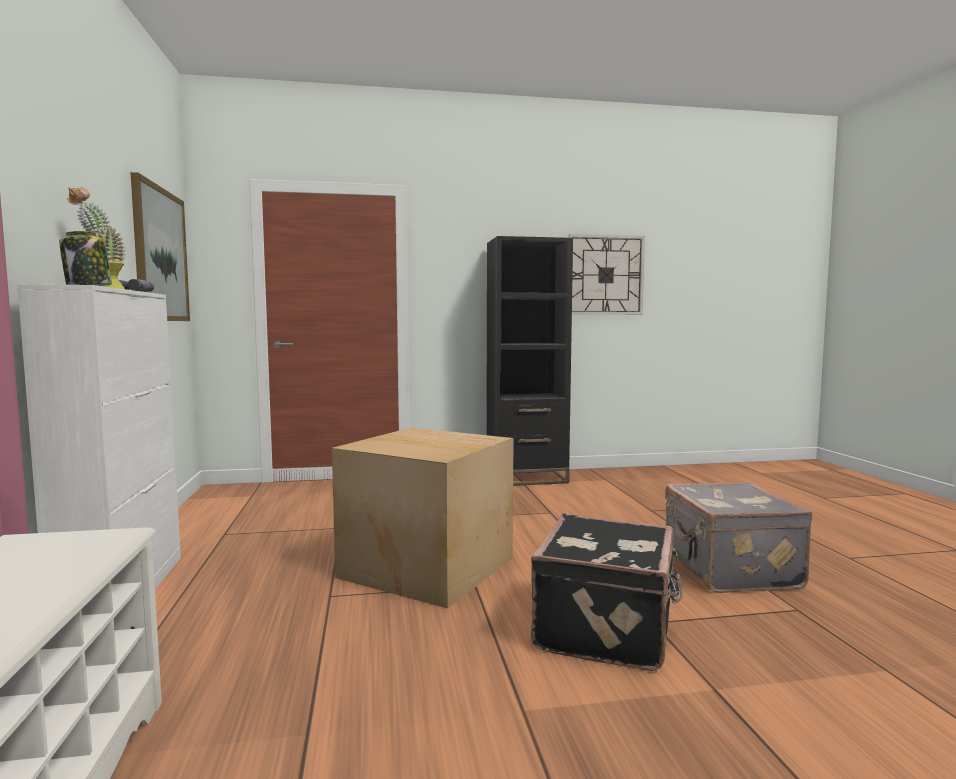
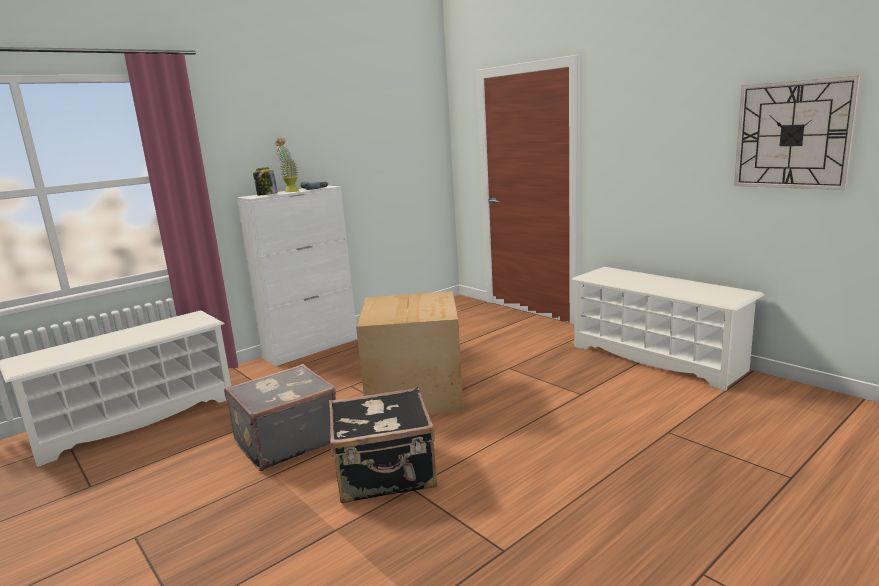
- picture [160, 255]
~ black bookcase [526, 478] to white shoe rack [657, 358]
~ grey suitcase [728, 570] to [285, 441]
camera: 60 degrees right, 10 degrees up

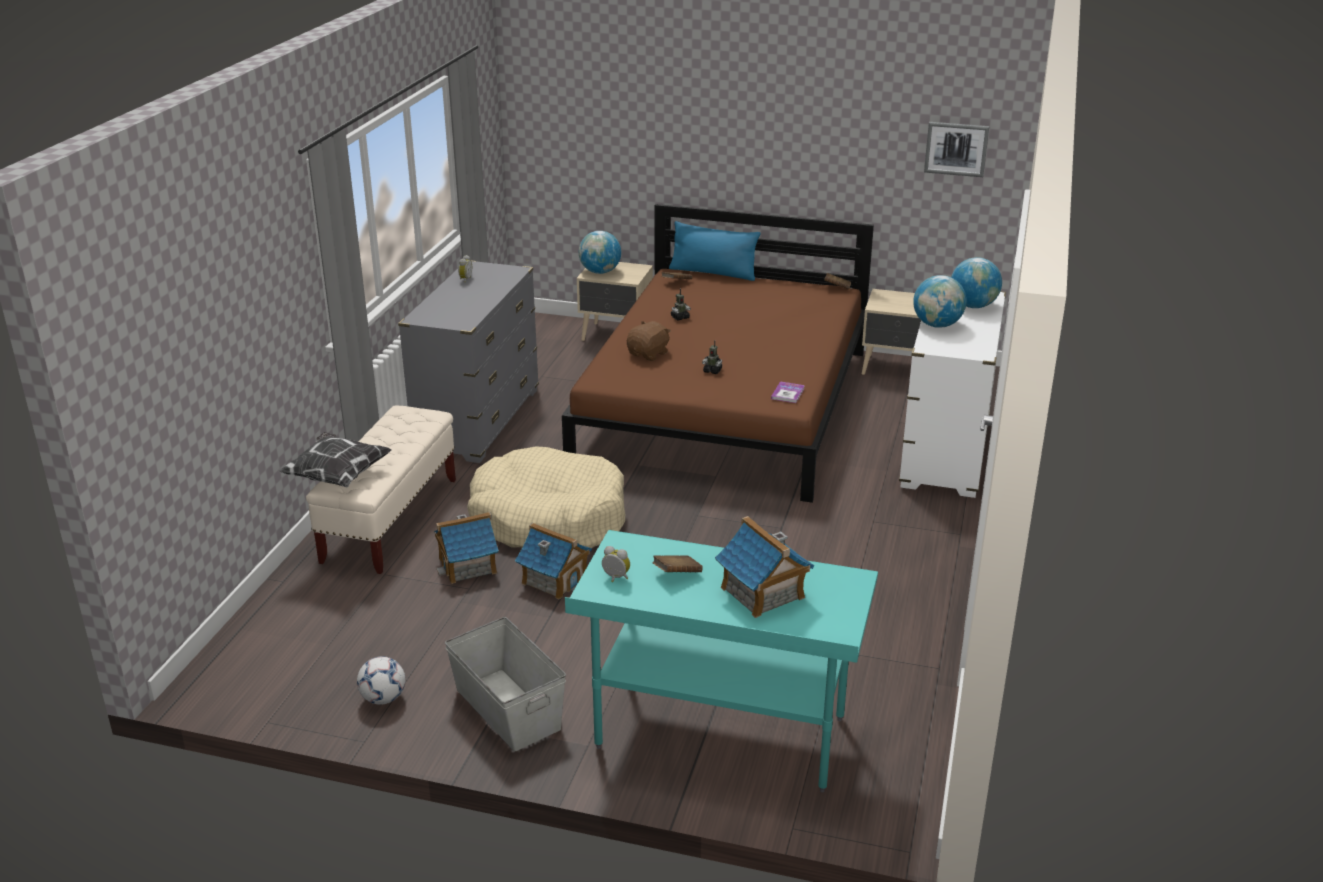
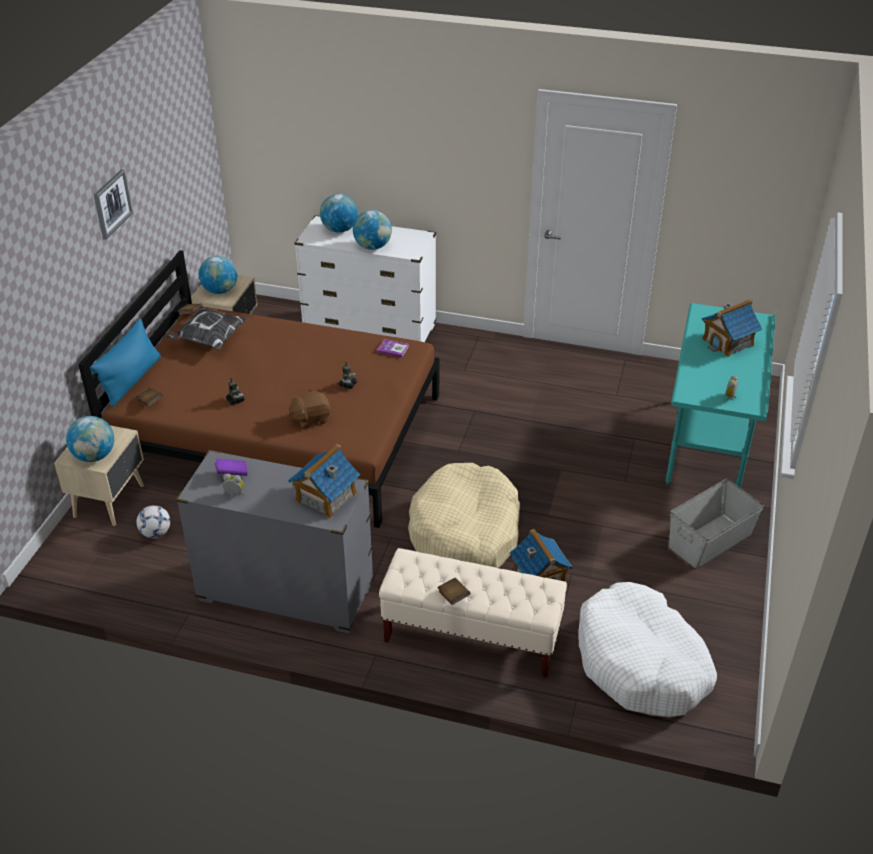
~ picture [956, 149] to [112, 204]
~ brown plush toy [649, 354] = [310, 419] 60 degrees counterclockwise
~ pillow [337, 476] to [209, 339]
~ toy house [555, 579] to [325, 497]
~ brown book [677, 574] to [453, 597]
~ football [383, 698] to [156, 533]
+ globe [220, 291]
+ purple book [232, 473]
+ white dog bed [641, 663]
camera: 90 degrees left, 10 degrees up

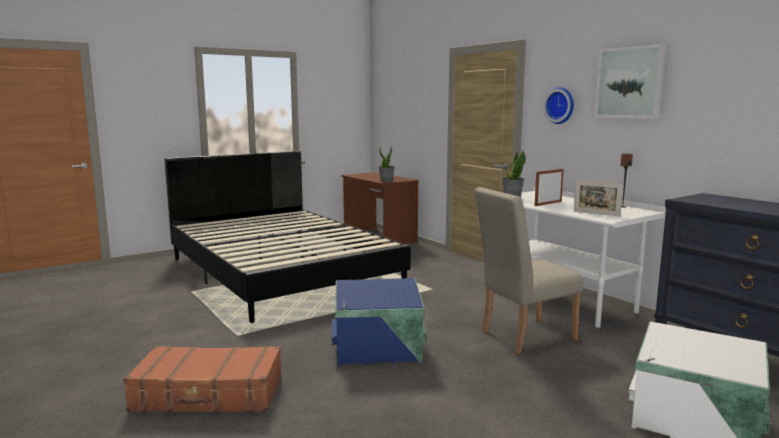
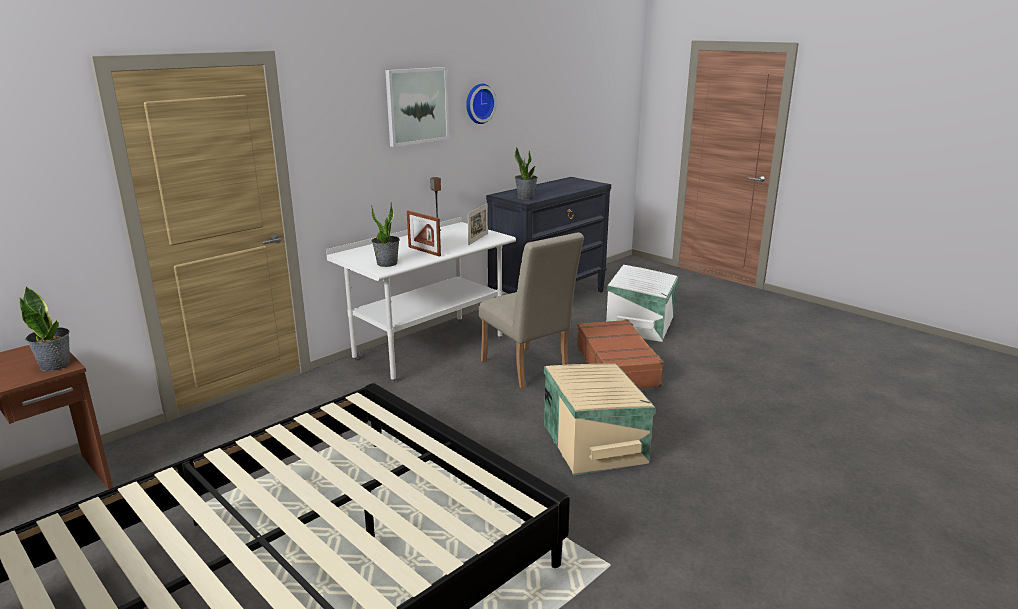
~ wall clock [560, 105] to [478, 103]
~ blue storage box [379, 349] to beige storage box [595, 442]
~ brown suitcase [208, 394] to [617, 365]
+ potted plant [526, 197]
camera: 100 degrees left, 10 degrees up

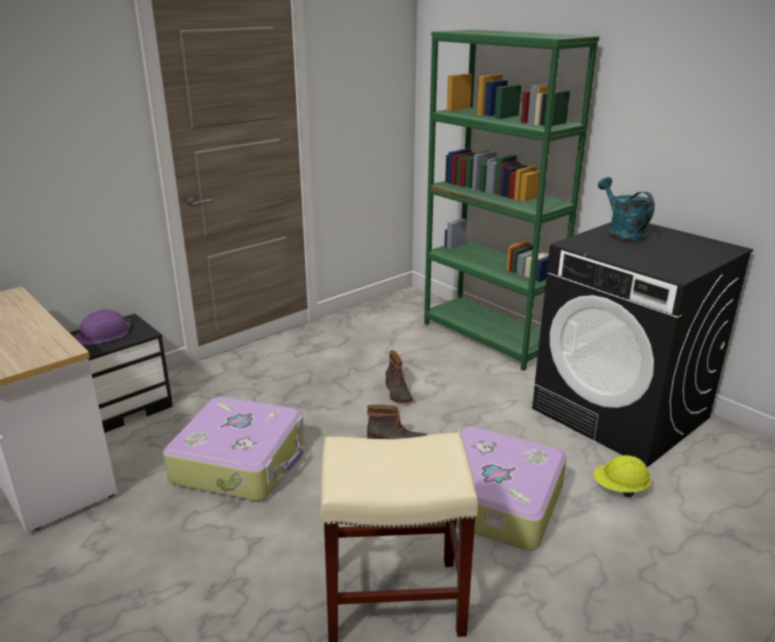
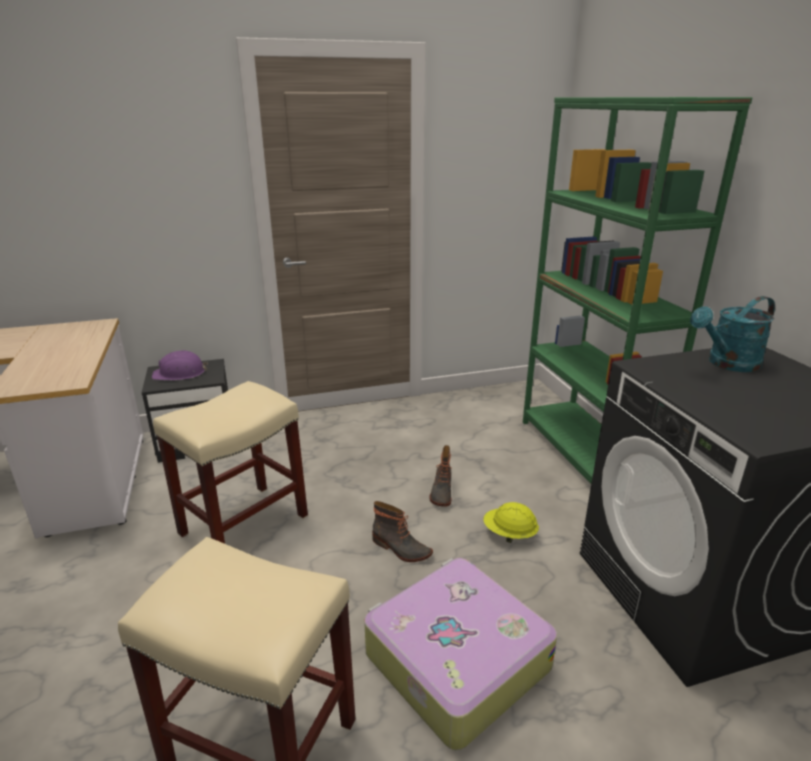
~ turquoise watering can [621, 234] = [727, 364] 120 degrees counterclockwise
~ suitcase [241, 461] to beige stool [244, 524]
~ yellow hard hat [620, 489] to [509, 534]
camera: 25 degrees right, 0 degrees up

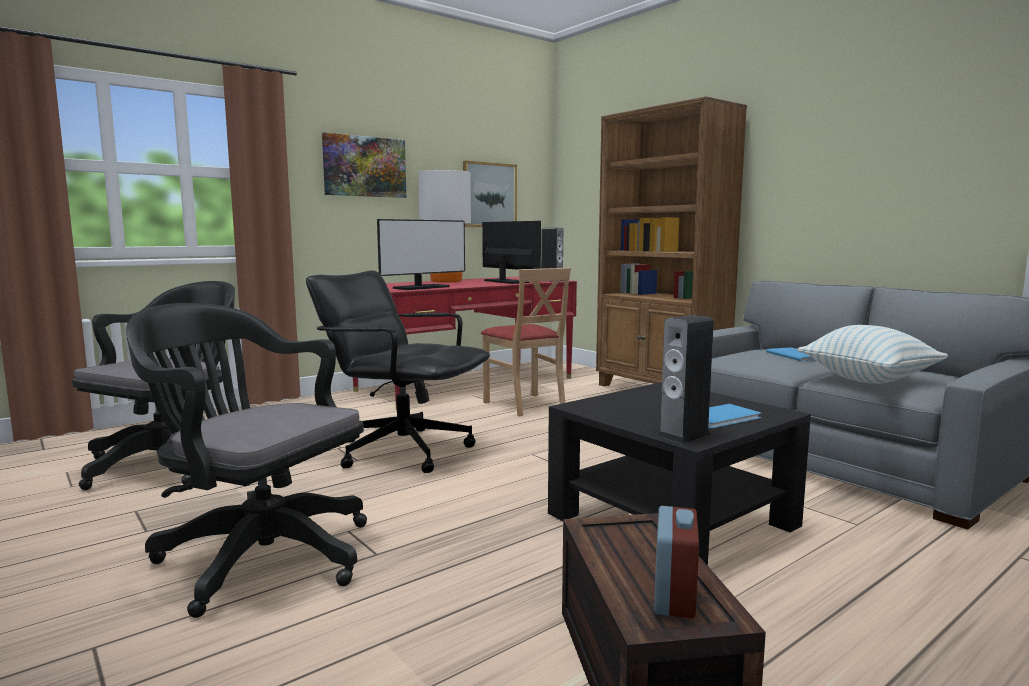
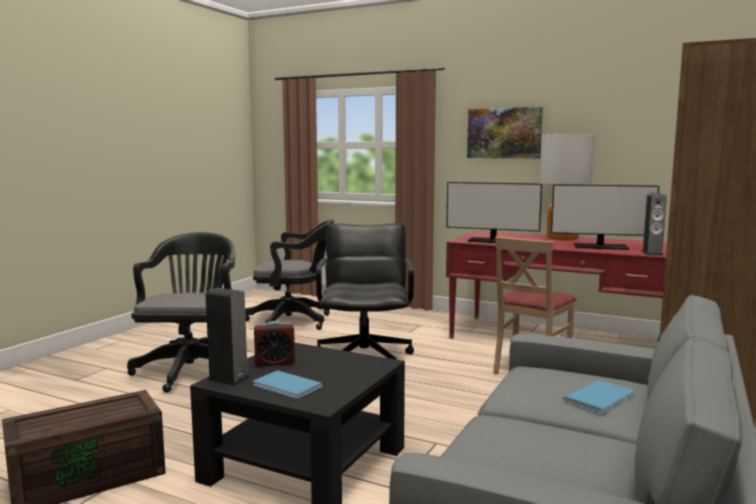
- picture [489, 195]
~ monitor [506, 282] = [600, 247] 75 degrees clockwise
- pillow [868, 380]
~ alarm clock [674, 596] to [274, 362]
camera: 65 degrees right, 0 degrees up

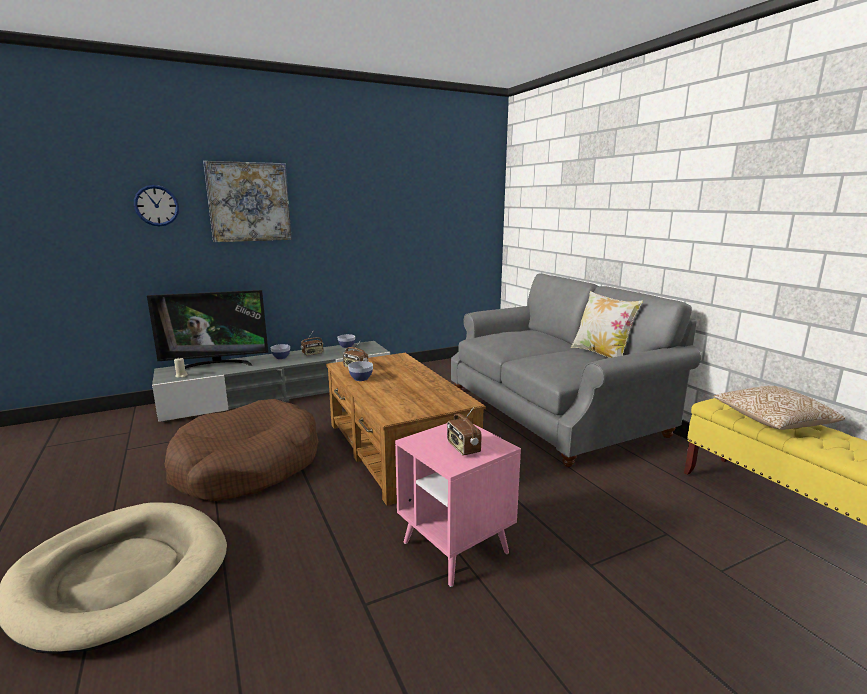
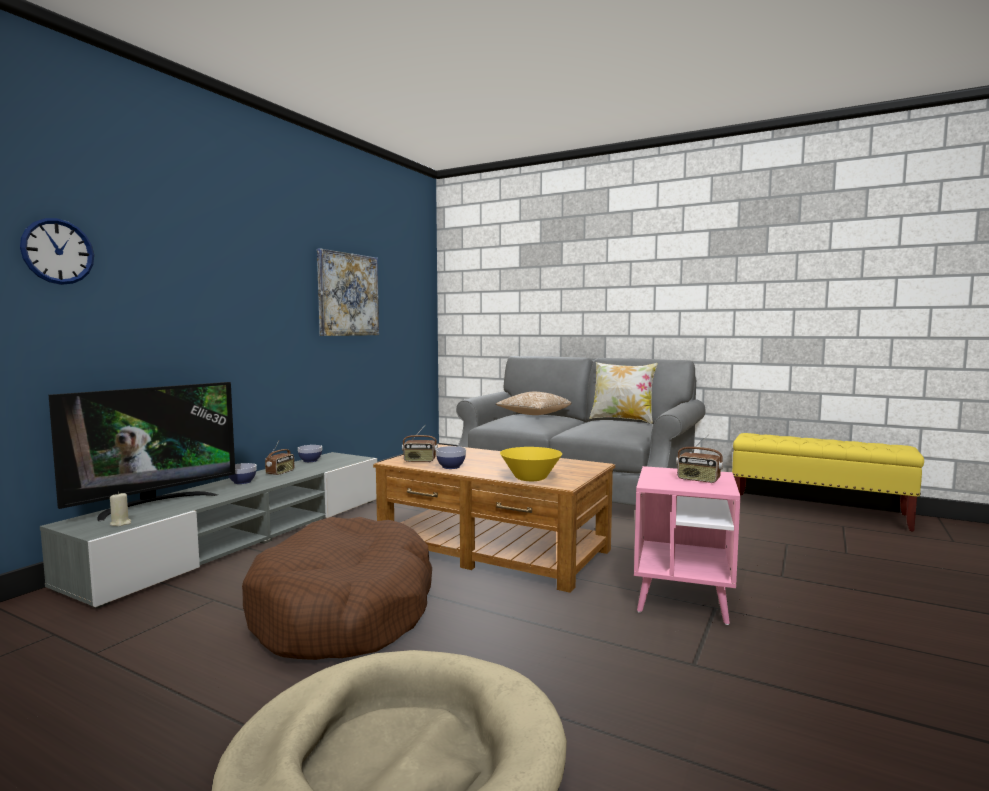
~ picture [249, 202] to [348, 294]
~ pillow [772, 421] to [533, 414]
+ yellow bowl [530, 478]
camera: 35 degrees left, 10 degrees down

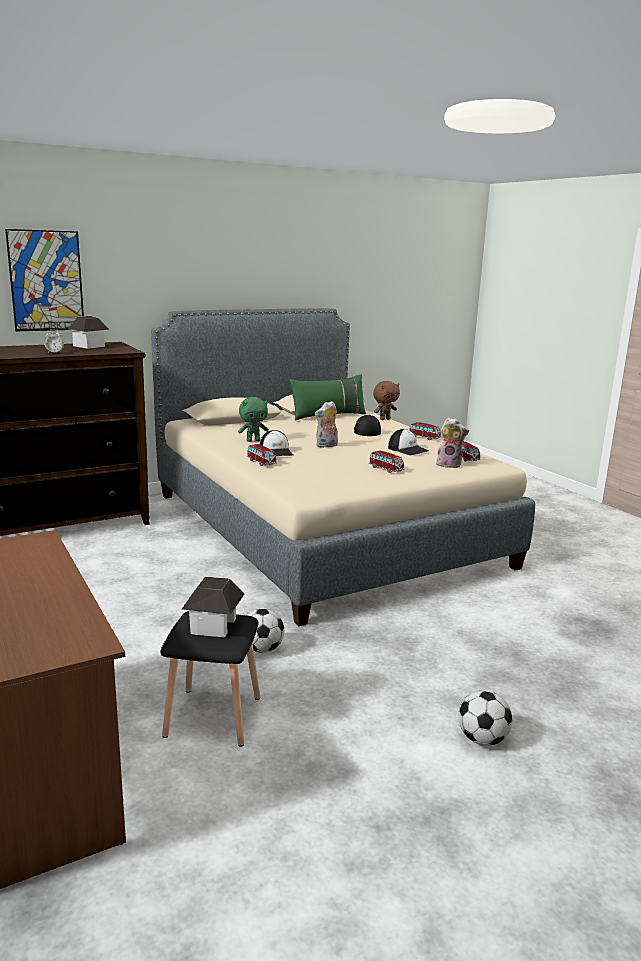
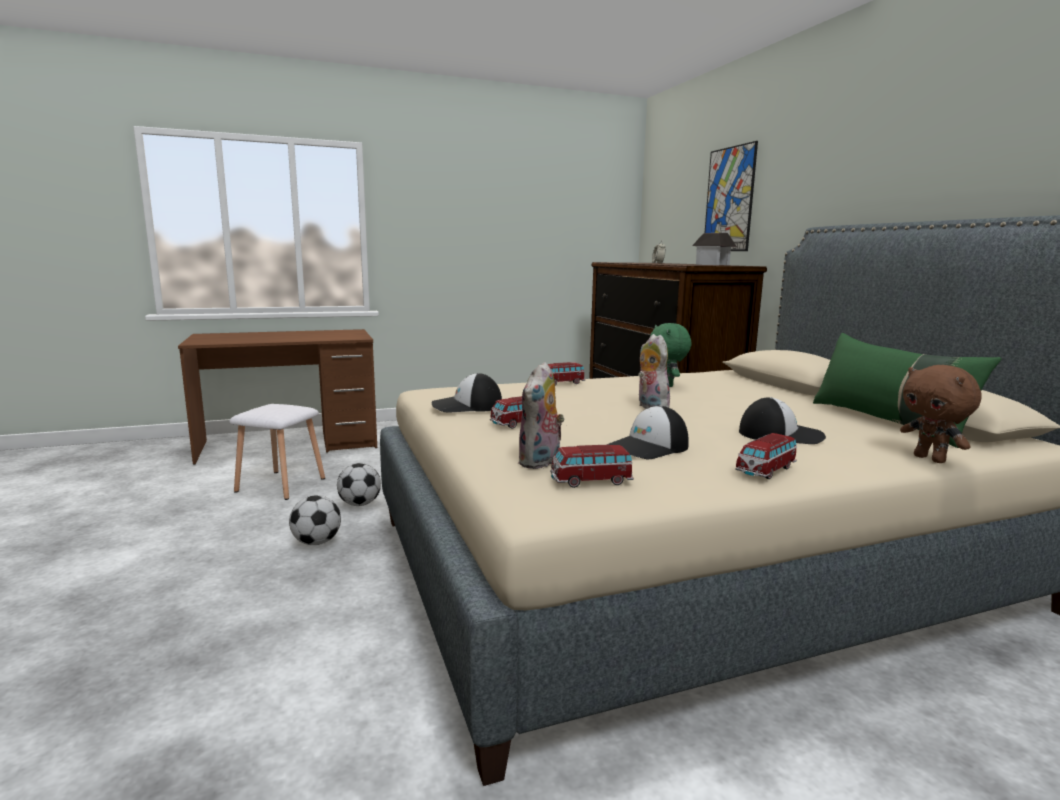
~ cap [276, 452] to [466, 406]
- toy house [214, 626]
~ black stool [213, 717] to white stool [279, 485]
~ football [482, 739] to [317, 542]
camera: 100 degrees right, 5 degrees down

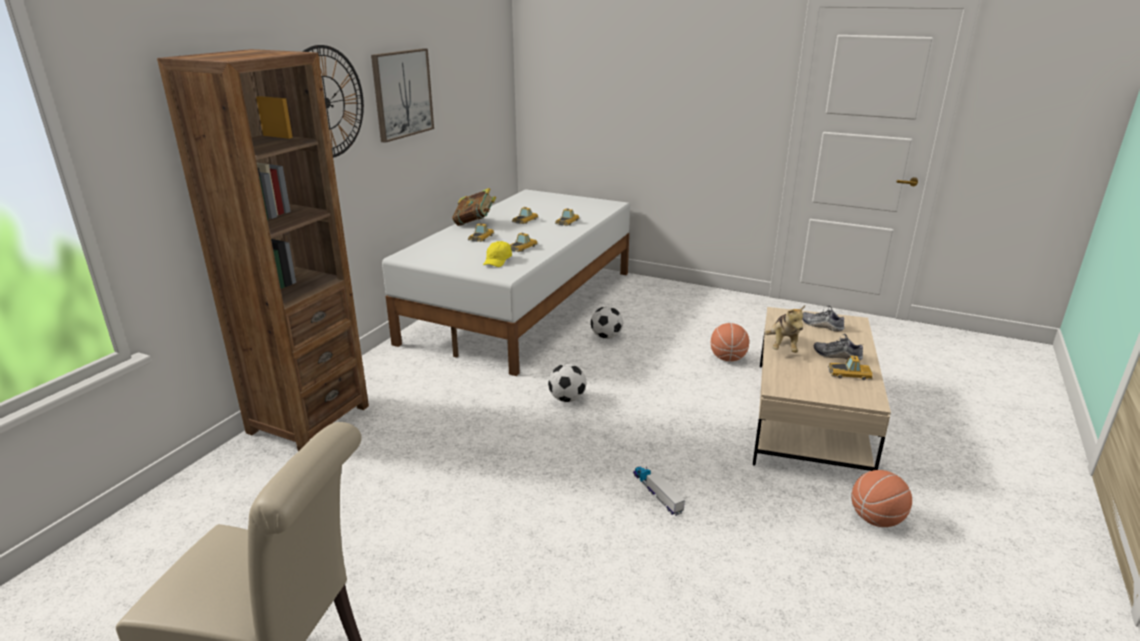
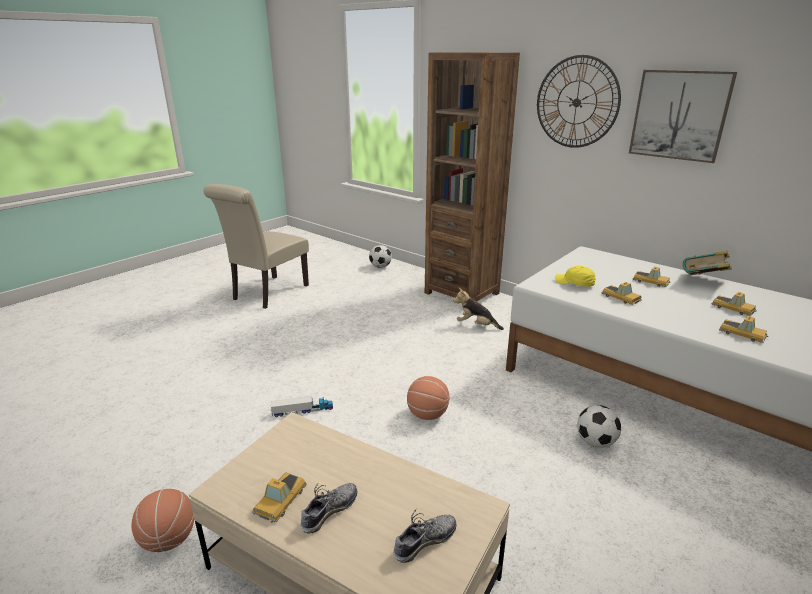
~ plush toy [782, 347] to [476, 325]
~ basketball [728, 358] to [427, 414]
~ football [567, 399] to [380, 266]
camera: 105 degrees right, 0 degrees up

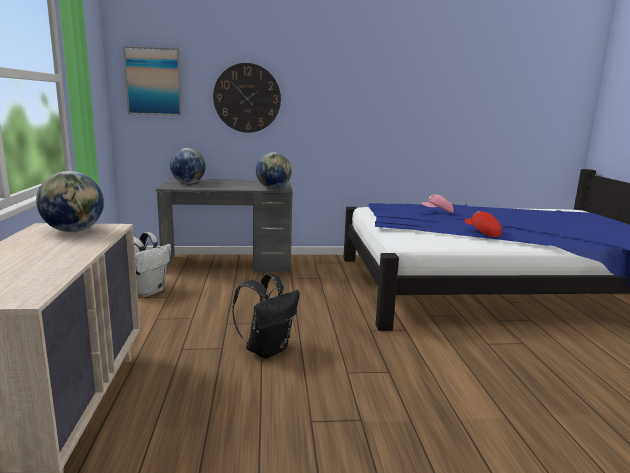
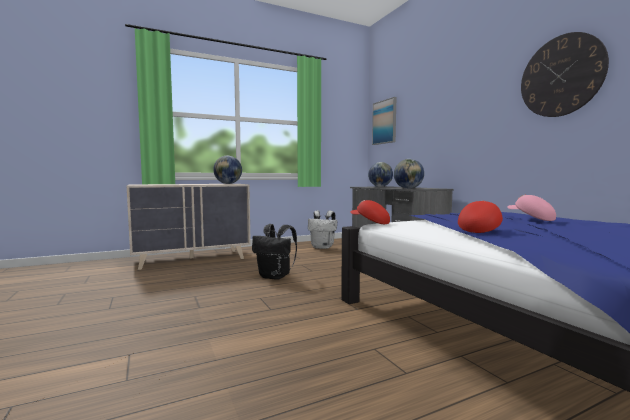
~ wall clock [247, 98] to [561, 76]
+ red cap [369, 222]
camera: 70 degrees right, 10 degrees down

